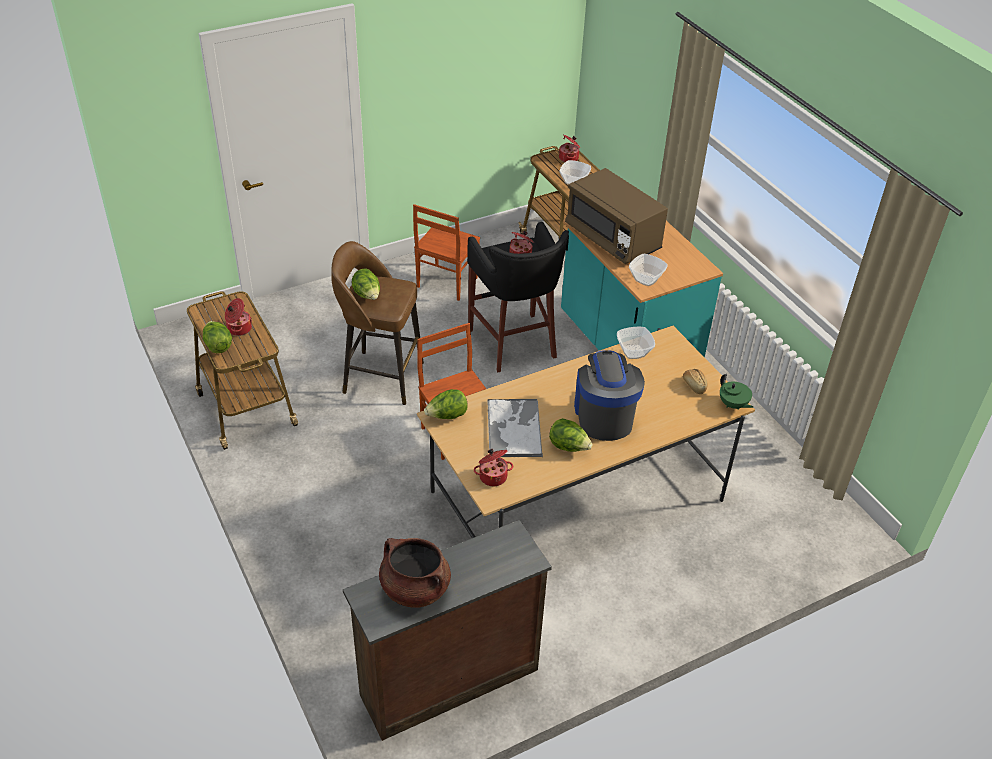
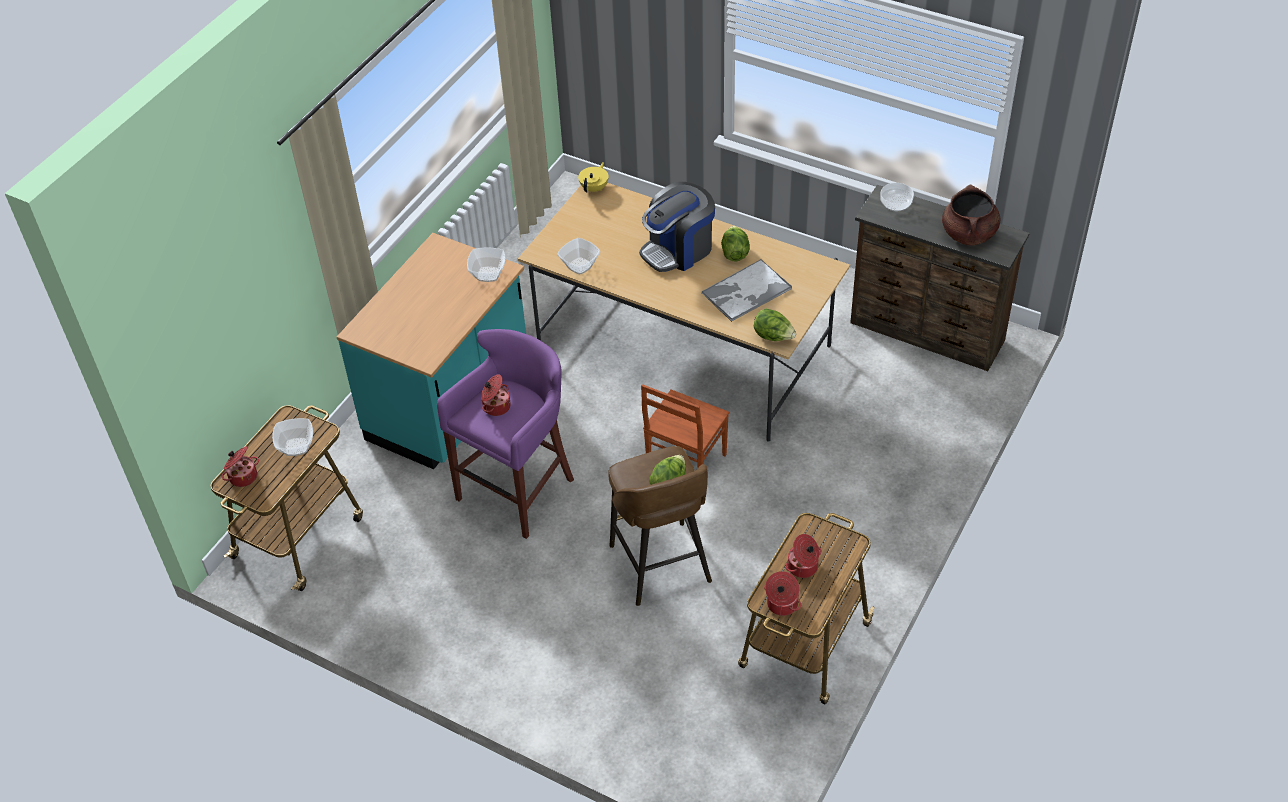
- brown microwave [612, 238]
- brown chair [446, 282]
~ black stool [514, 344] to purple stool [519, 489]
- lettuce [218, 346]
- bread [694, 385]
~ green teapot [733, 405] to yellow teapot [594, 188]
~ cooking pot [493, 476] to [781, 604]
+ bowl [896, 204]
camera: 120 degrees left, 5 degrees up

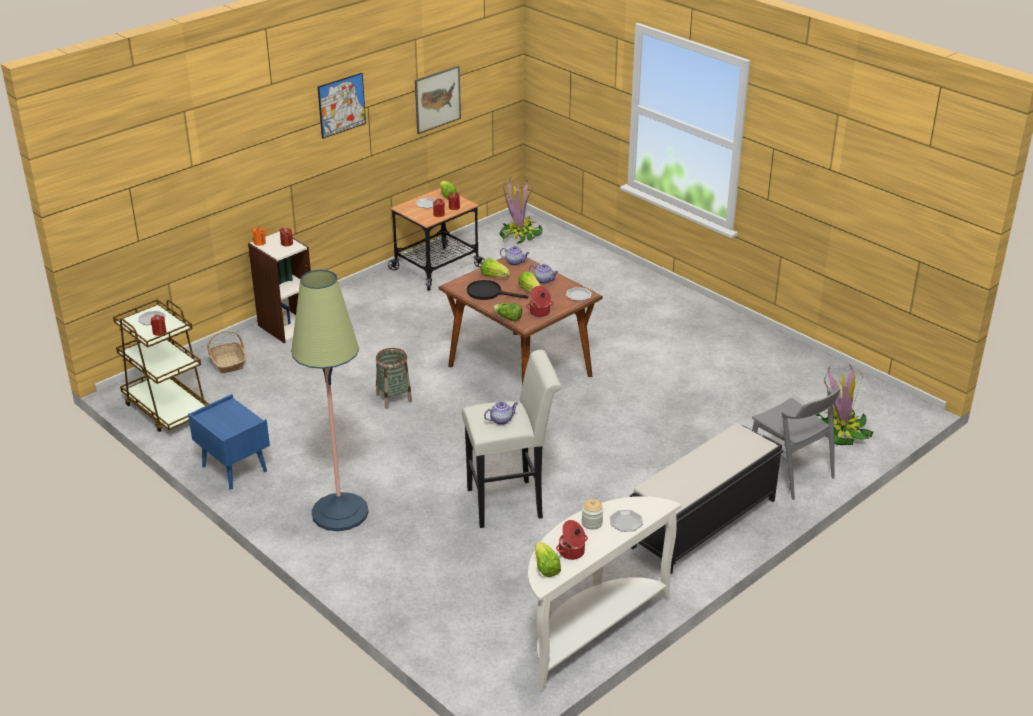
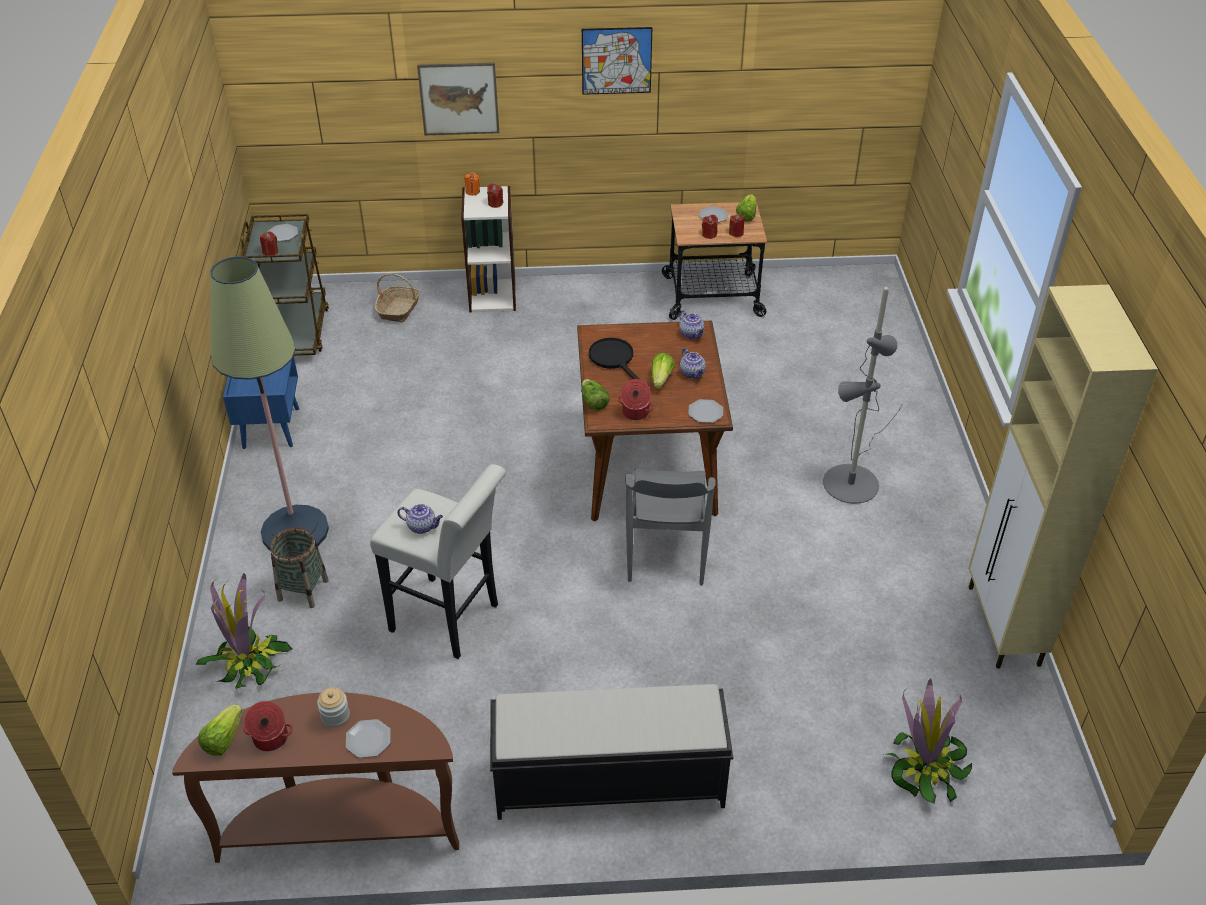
~ picture [437, 99] to [459, 99]
~ potted plant [519, 235] to [248, 663]
- lettuce [494, 276]
~ basket [393, 398] to [303, 590]
~ grey chair [789, 472] to [666, 552]
~ white console table [589, 630] to brown console table [340, 826]
+ beige cabinet [1003, 627]
+ grey floor lamp [855, 475]
camera: 40 degrees right, 10 degrees up

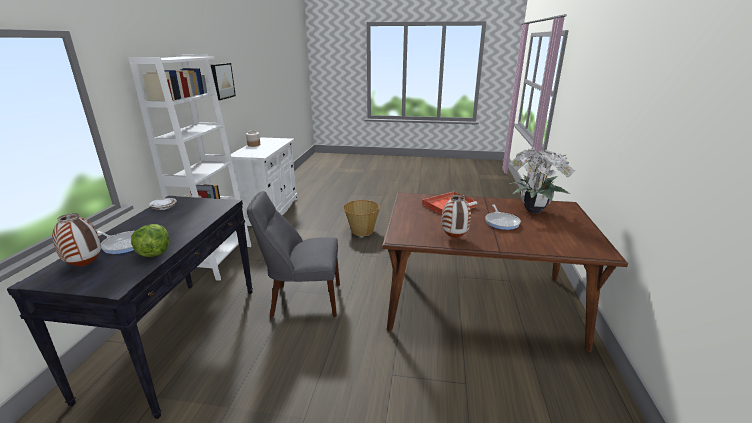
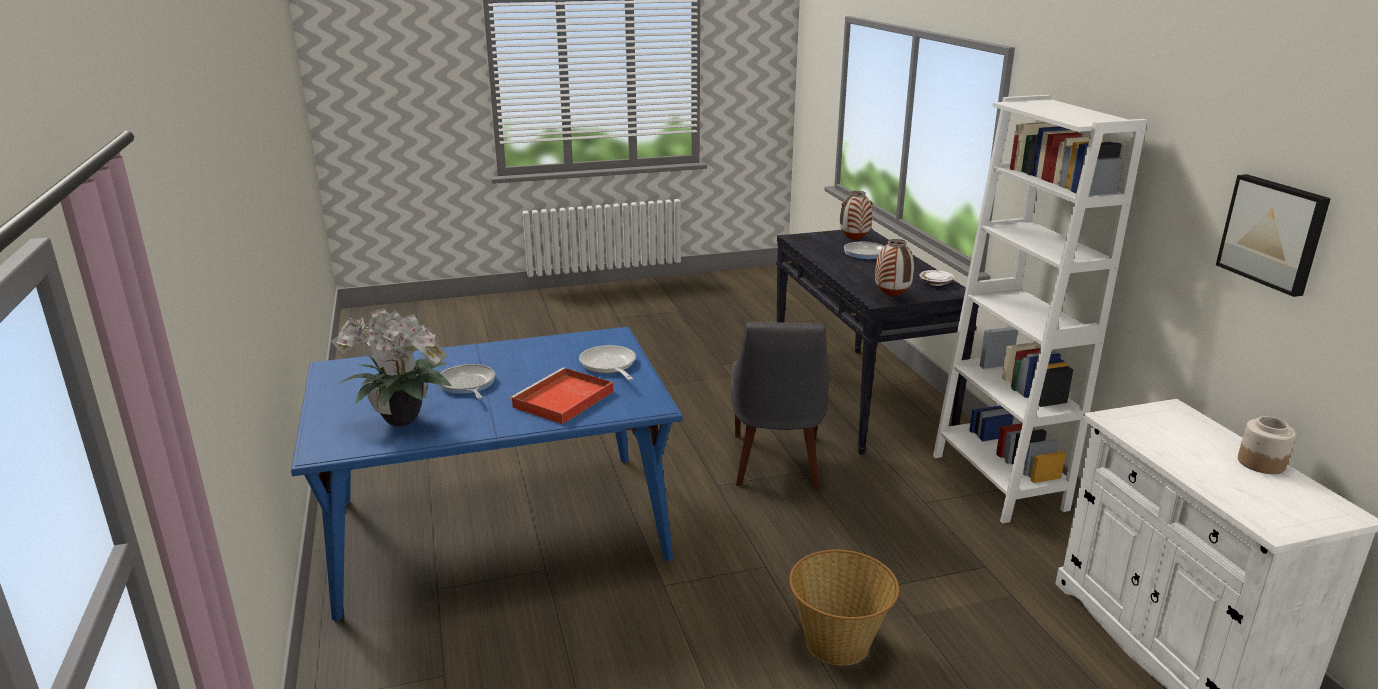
~ grey chair [303, 300] = [776, 464] 120 degrees clockwise
~ brown dining table [480, 302] to blue dining table [498, 530]
~ vase [454, 238] to [891, 297]
- lettuce [154, 253]
+ frying pan [609, 366]
camera: 155 degrees right, 0 degrees up

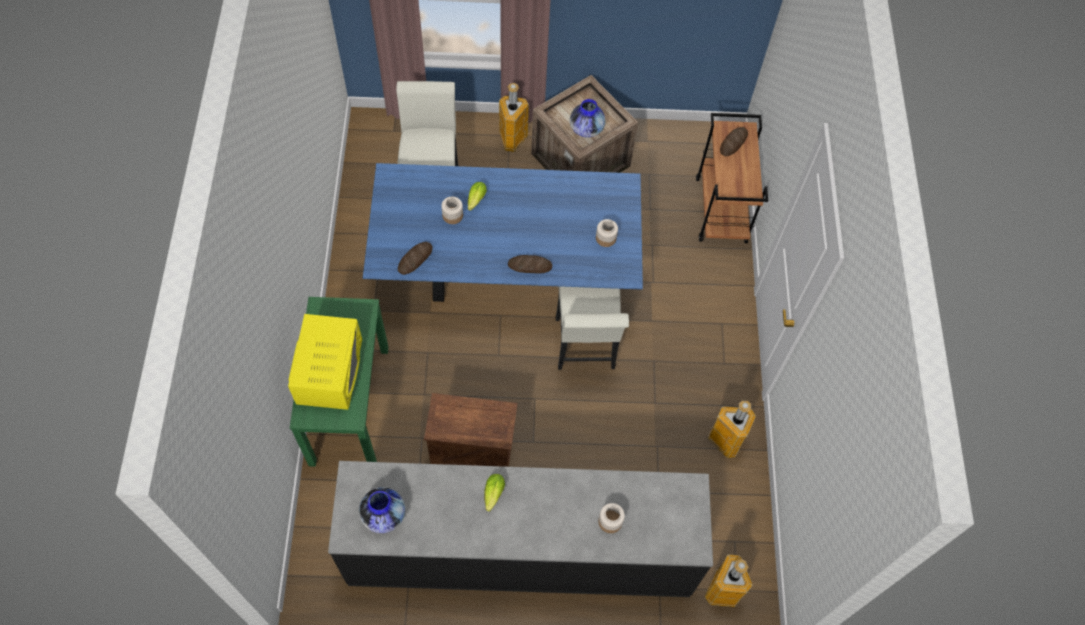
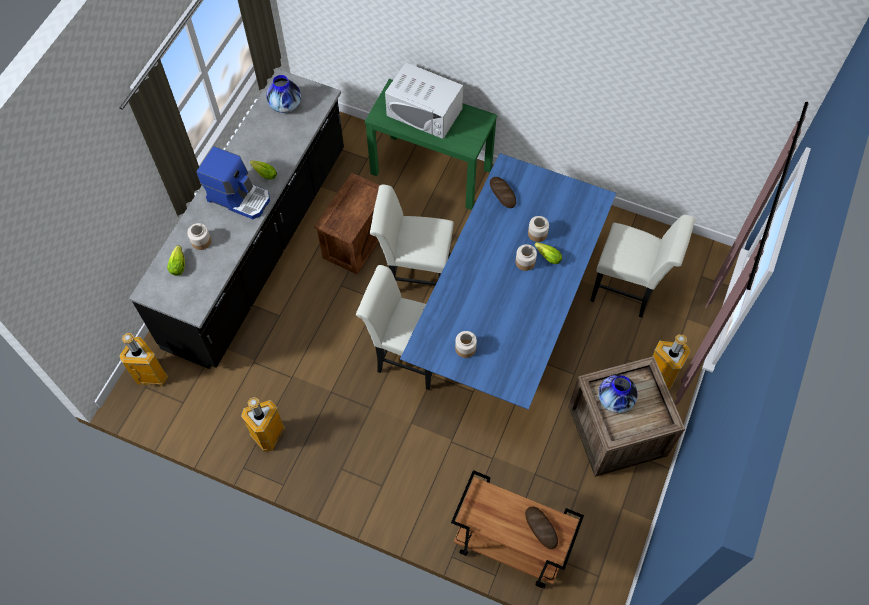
- bread [530, 266]
~ yellow microwave [329, 370] to white microwave [424, 112]
+ coffee machine [239, 197]
+ white chair [414, 274]
+ jar [525, 262]
+ lettuce [178, 263]
camera: 115 degrees right, 0 degrees up

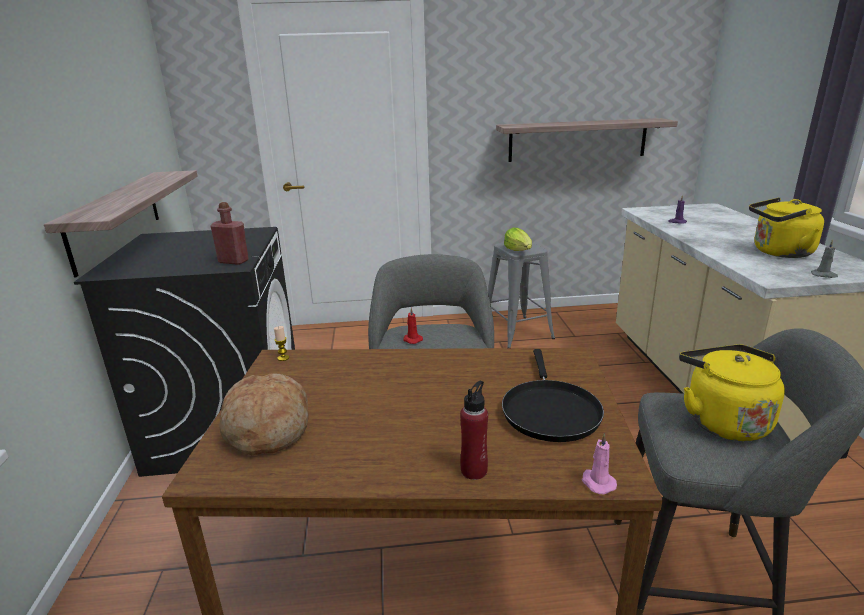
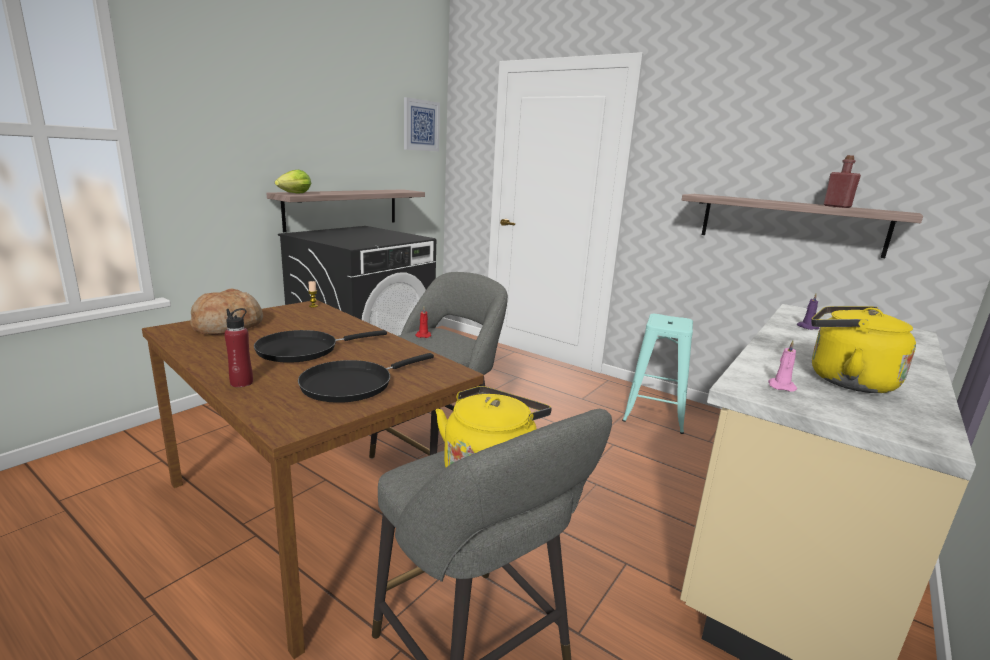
~ red bottle [233, 261] to [837, 206]
~ lettuce [519, 250] to [294, 194]
- grey candle [824, 275]
~ grey stool [517, 332] to turquoise stool [654, 414]
~ pink candle [597, 482] to [780, 386]
+ picture [420, 125]
+ black frying pan [303, 350]
camera: 40 degrees right, 5 degrees down

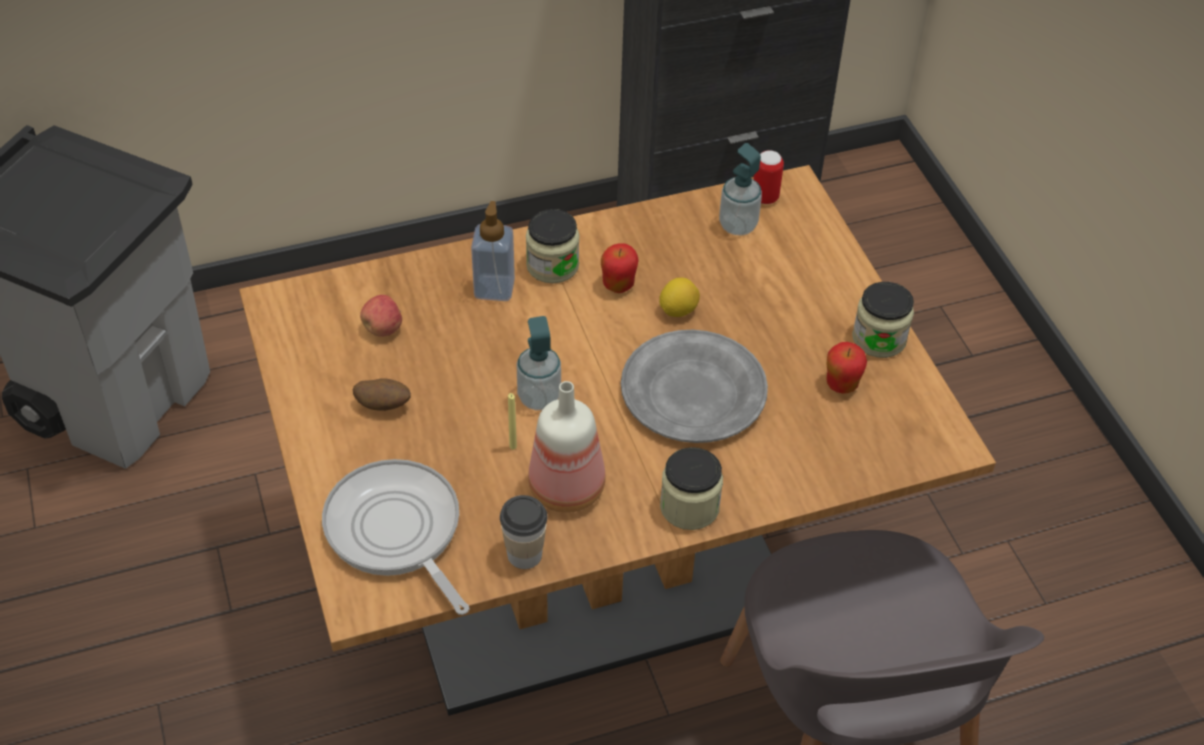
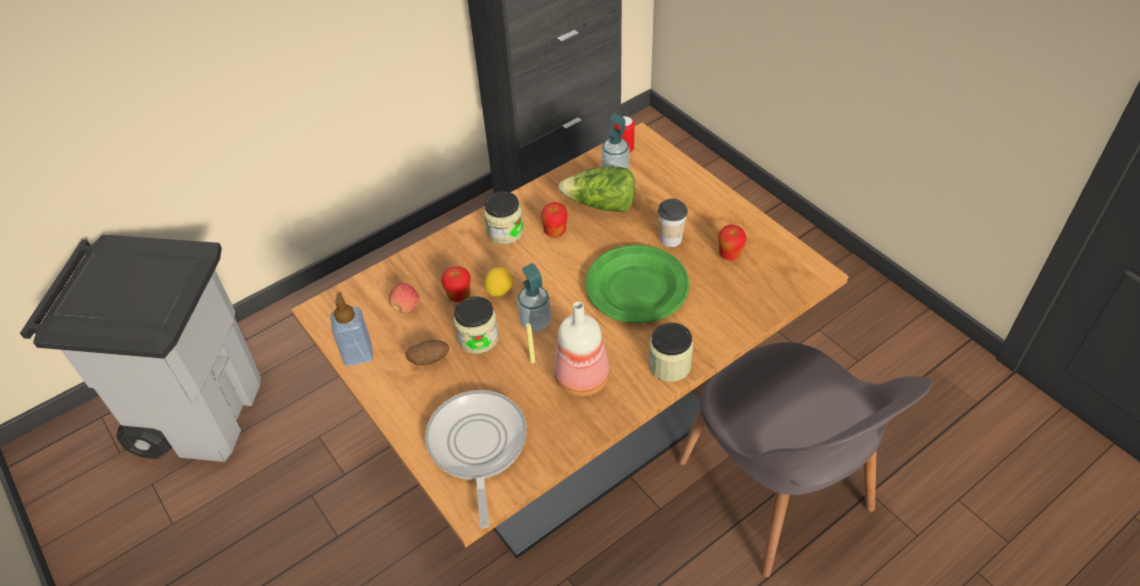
~ soap dispenser [494, 288] to [358, 354]
~ lemon [678, 310] to [499, 291]
~ jar [879, 338] to [478, 338]
~ grey plate [694, 393] to green plate [637, 288]
~ frying pan [397, 532] = [477, 446] 45 degrees clockwise
~ cup [524, 554] to [670, 239]
+ lettuce [601, 205]
+ apple [459, 296]
camera: 15 degrees left, 0 degrees up

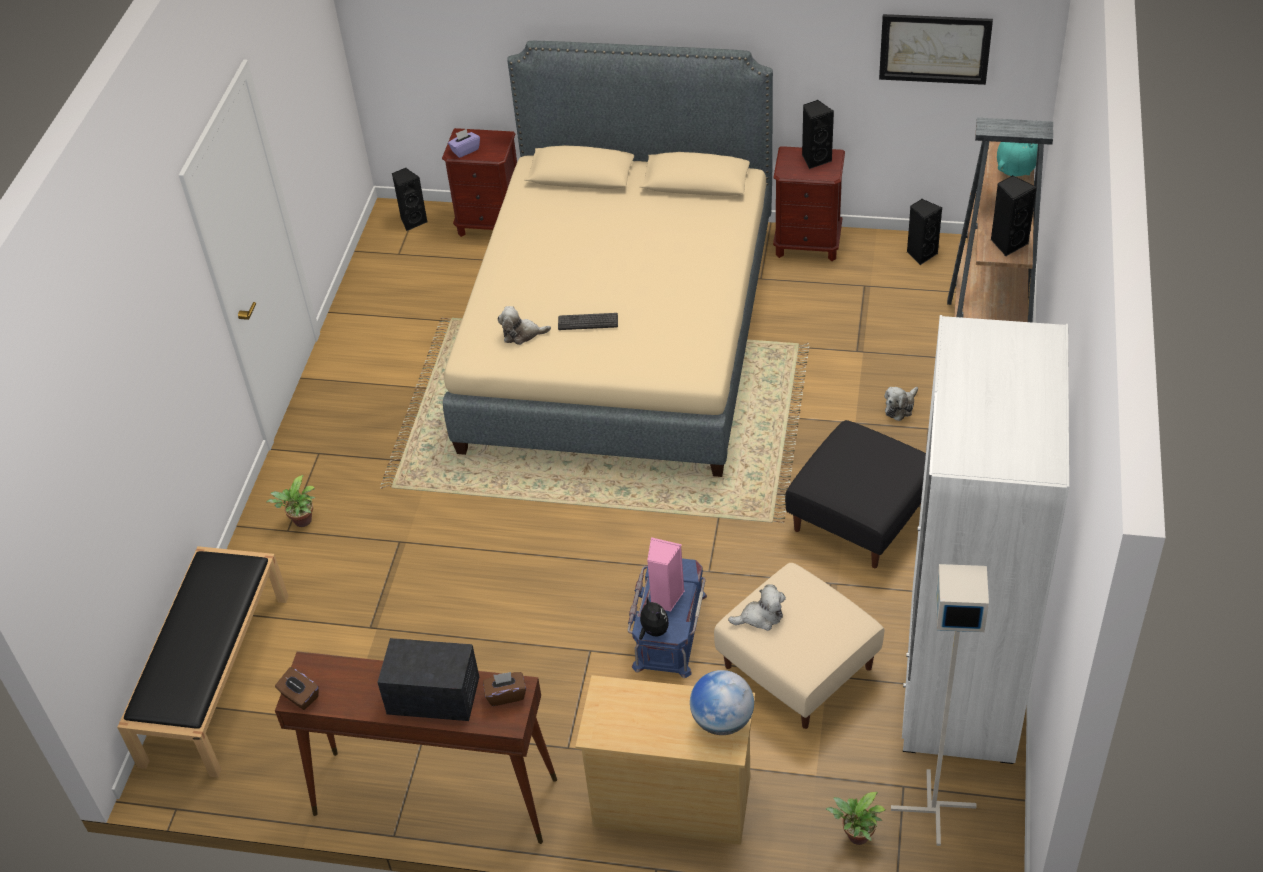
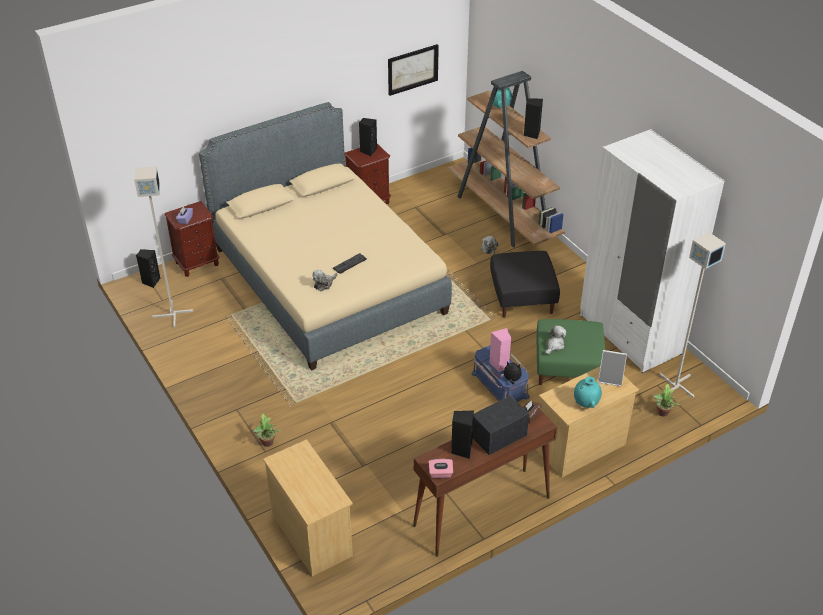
~ black speaker [921, 254] to [461, 450]
~ black bench [215, 677] to beige dresser [311, 534]
~ beige ottoman [797, 667] to green ottoman [567, 367]
~ brown tissue box [299, 696] to pink tissue box [440, 473]
~ globe [722, 720] to picture frame [610, 378]
+ grey floor lamp [172, 314]
+ turquoise vase [586, 404]
camera: 45 degrees left, 5 degrees down

